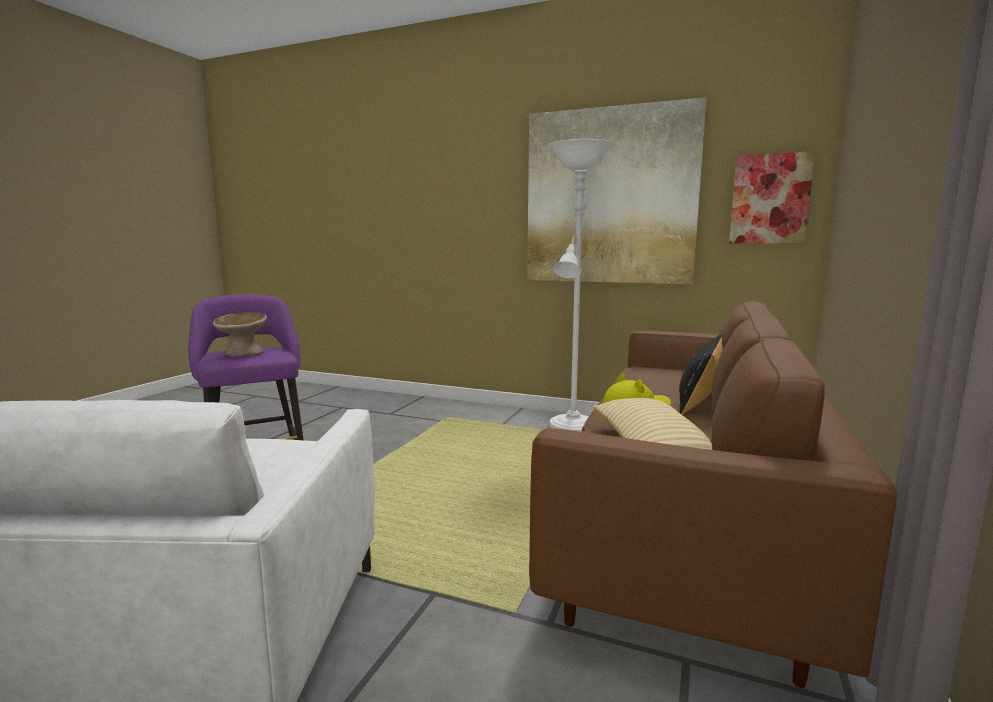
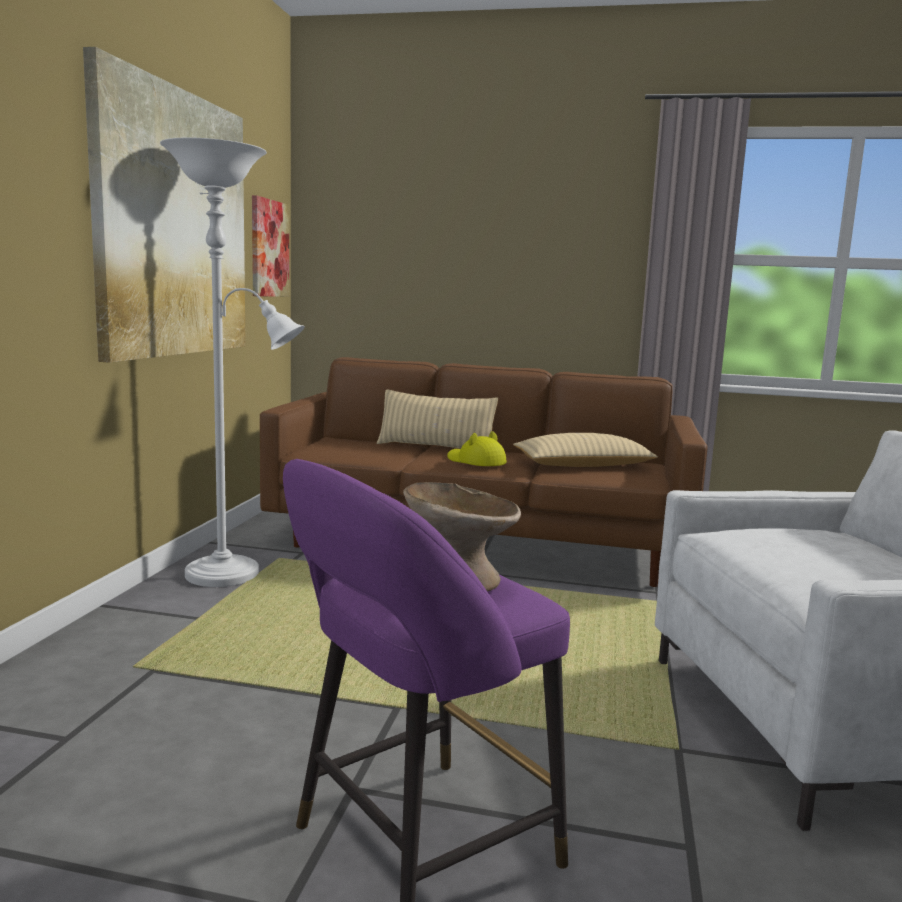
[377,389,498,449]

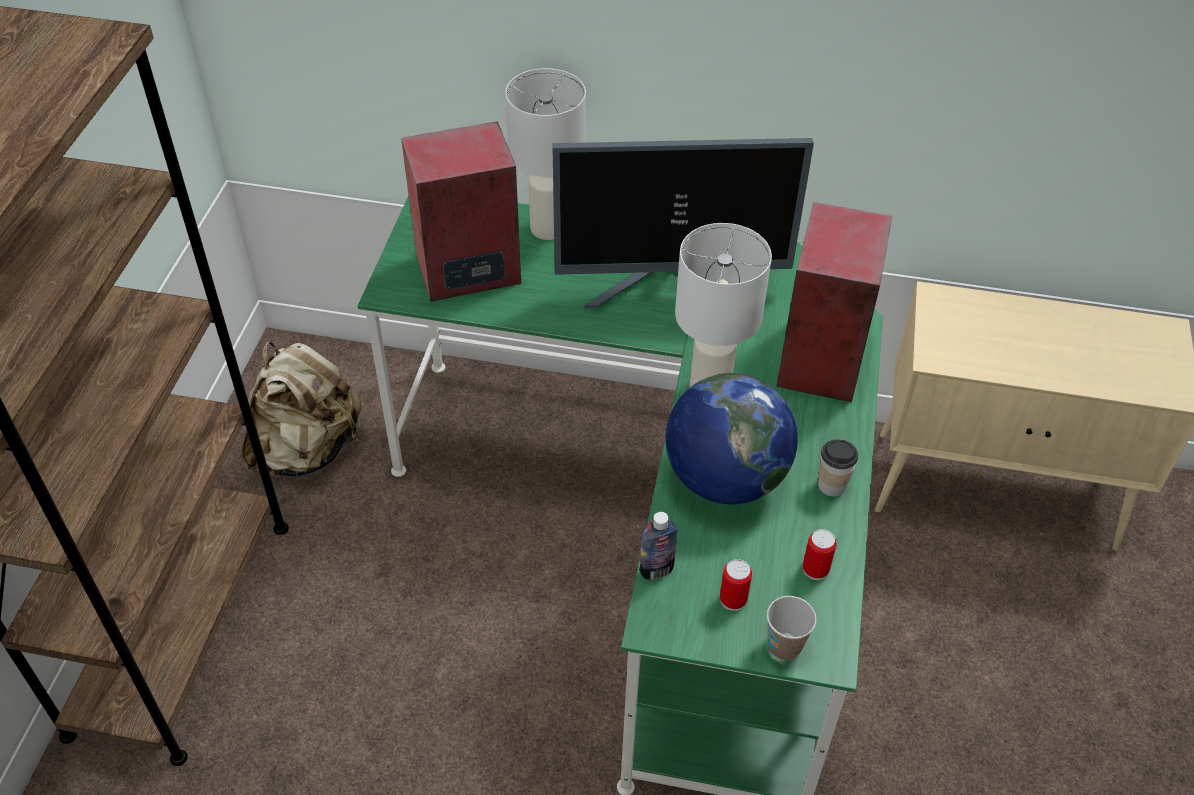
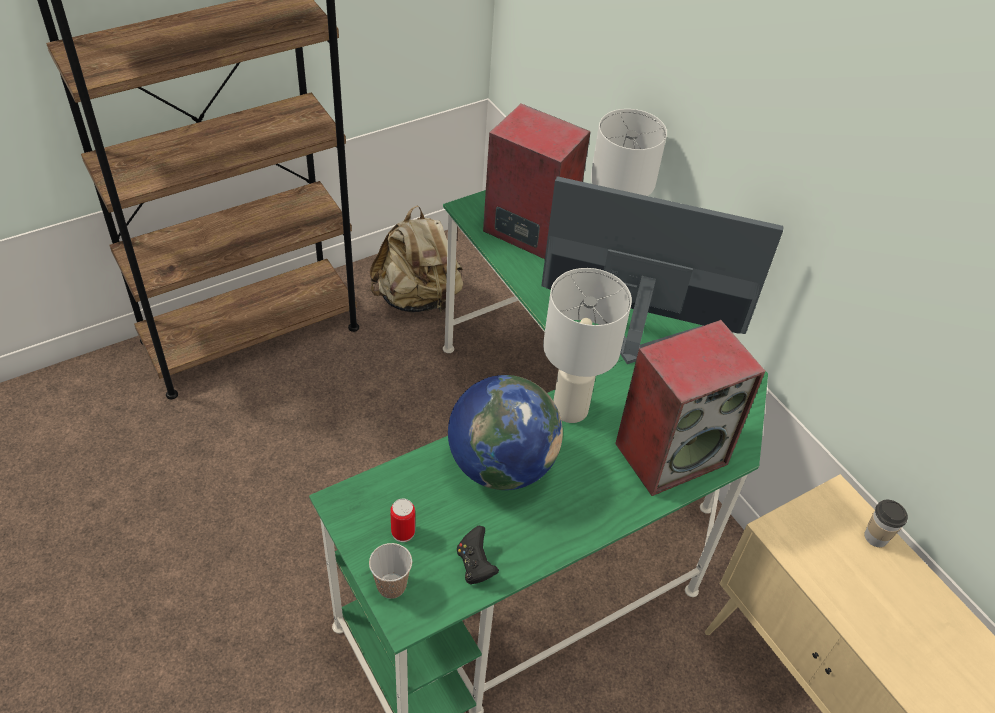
[457,526,499,584]
[541,177,784,364]
[864,500,908,547]
[639,512,678,580] (first image)

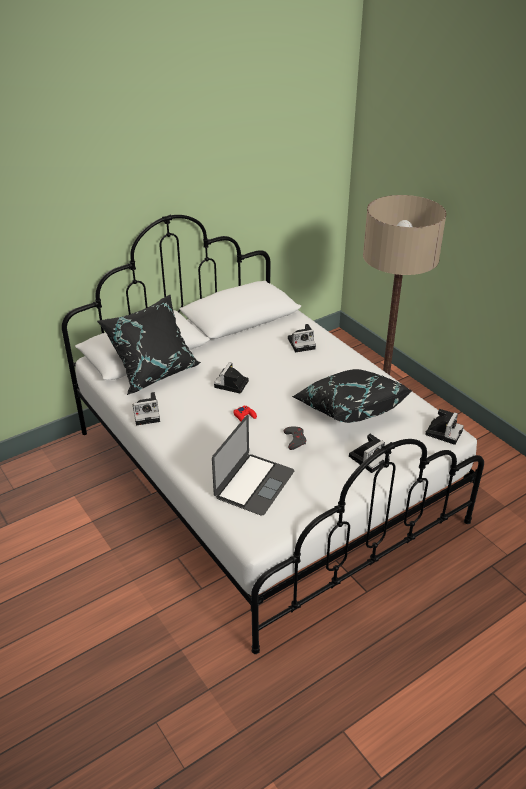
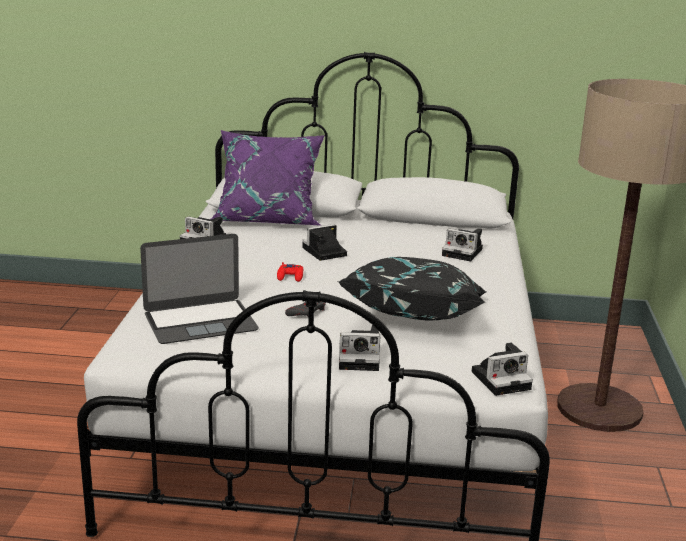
[211,130,325,226]

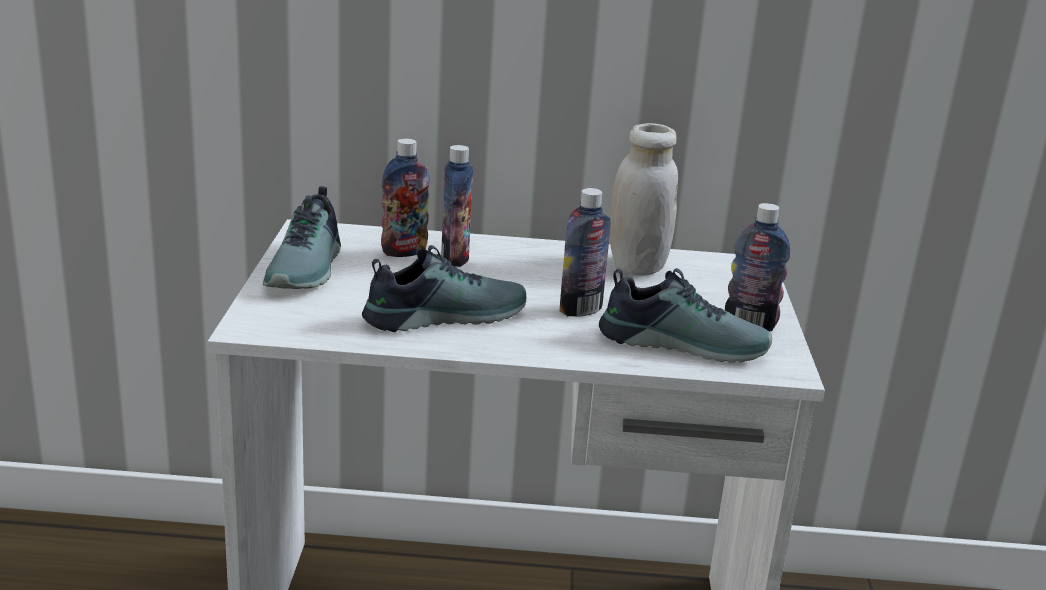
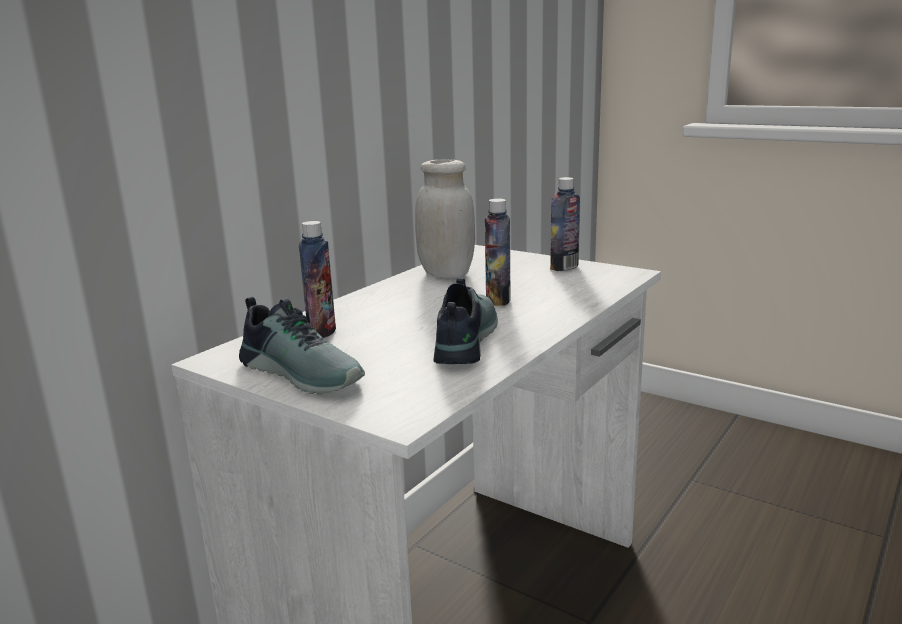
[441,145,473,267] (first image)
[599,268,772,363] (first image)

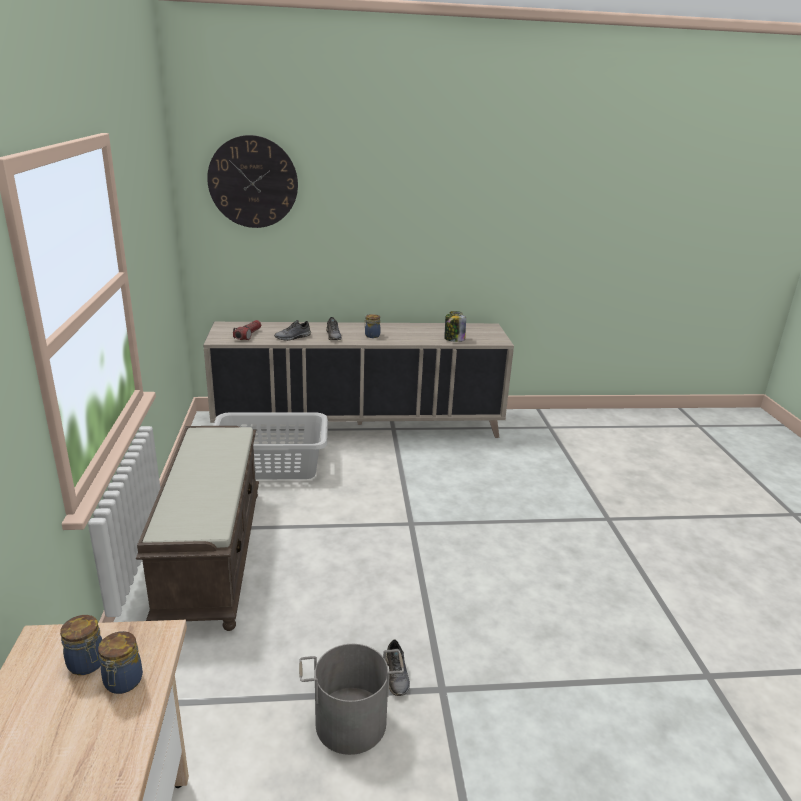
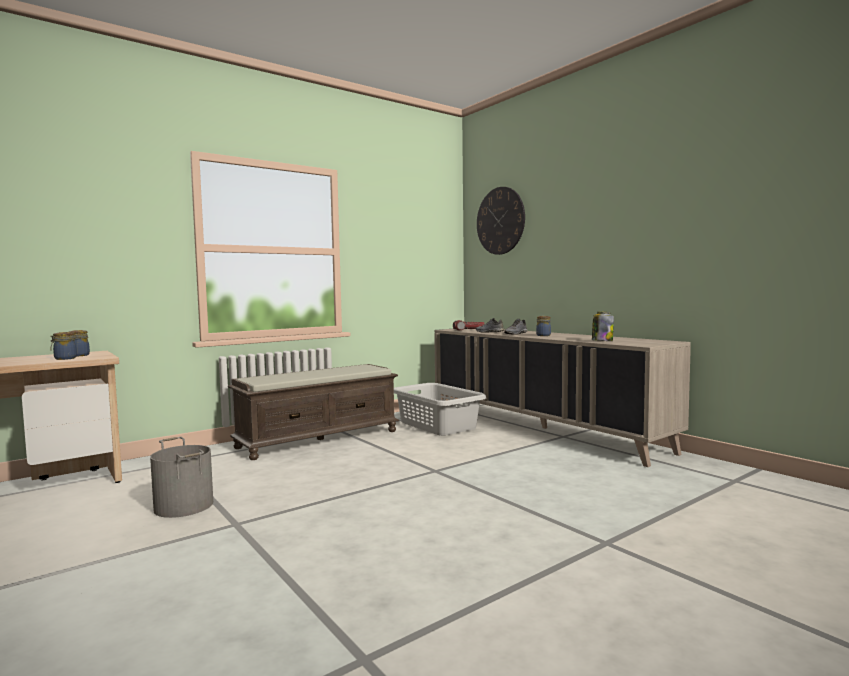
[386,640,410,696] (first image)

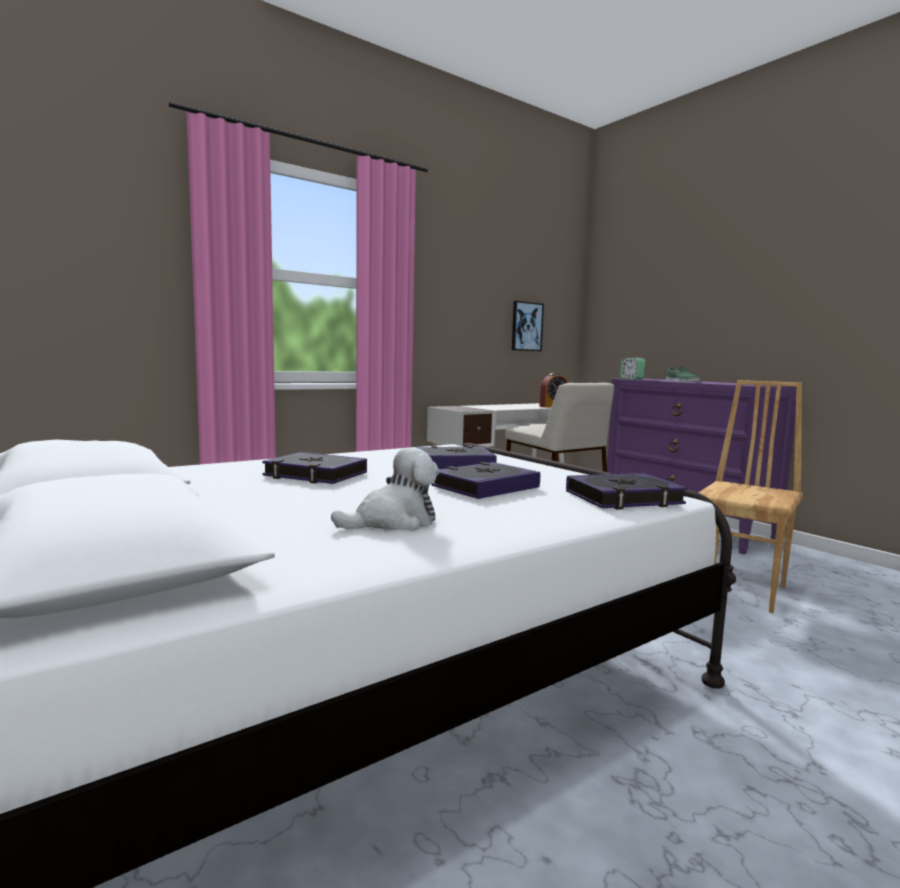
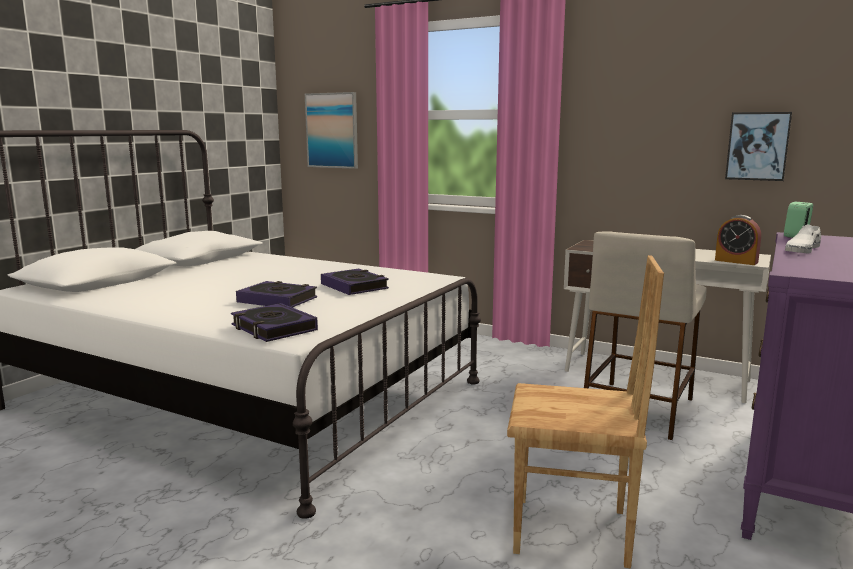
[305,92,358,169]
[785,225,821,253]
[262,452,367,484] (first image)
[331,447,439,531] (first image)

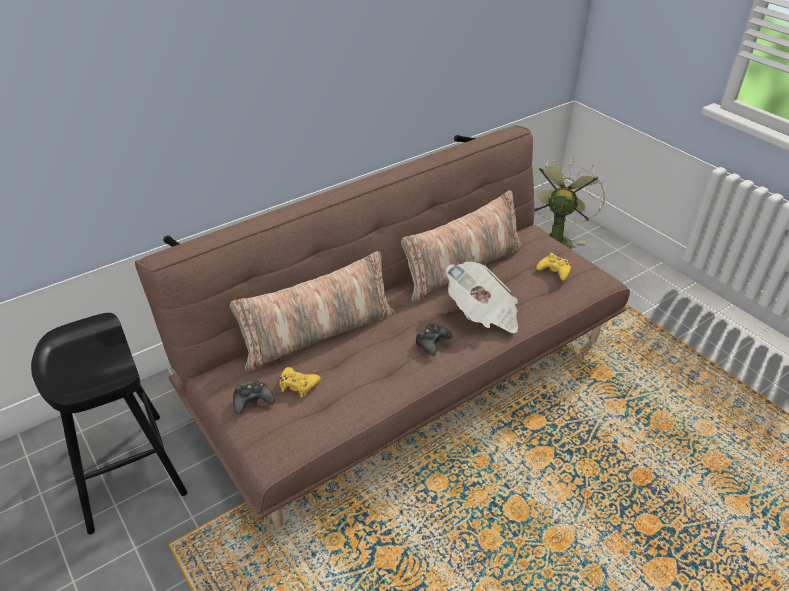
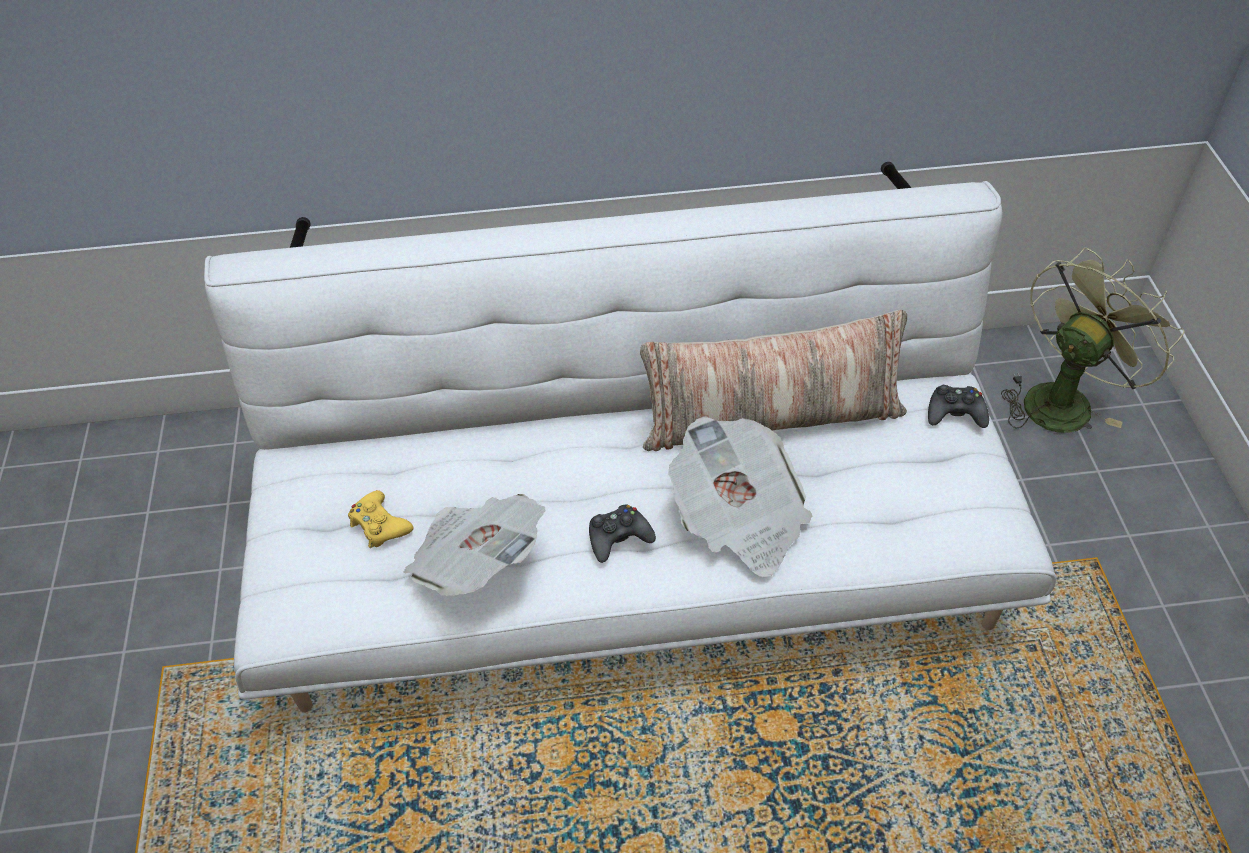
[204,162,1057,713]
[403,494,546,596]
[928,385,989,428]
[31,313,187,535] (first image)
[230,251,395,371] (first image)
[536,253,571,281] (first image)

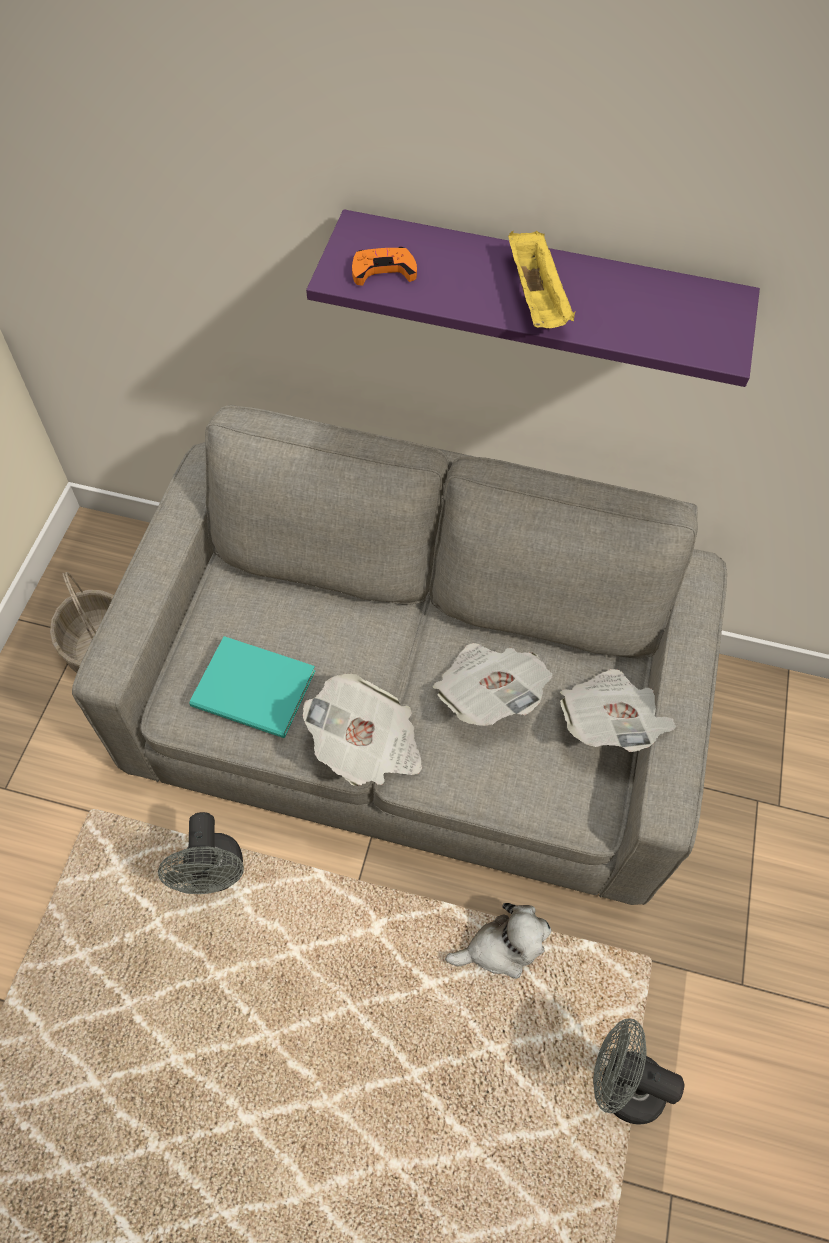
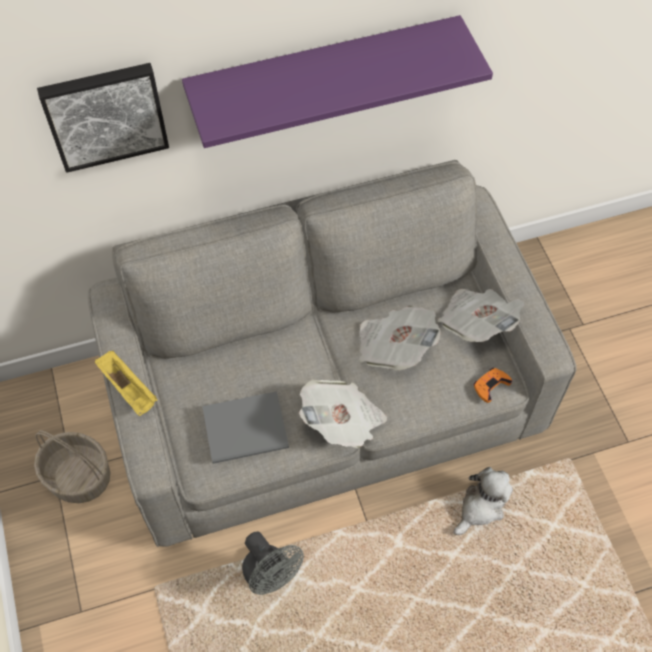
[37,63,169,173]
[95,351,157,416]
[202,391,289,464]
[474,368,512,403]
[593,1018,685,1125] (first image)

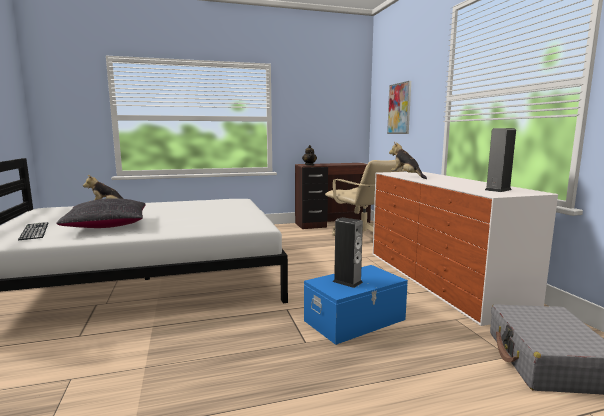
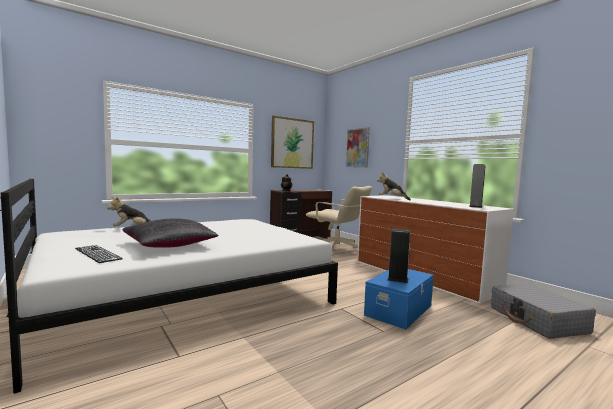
[271,116,314,169]

